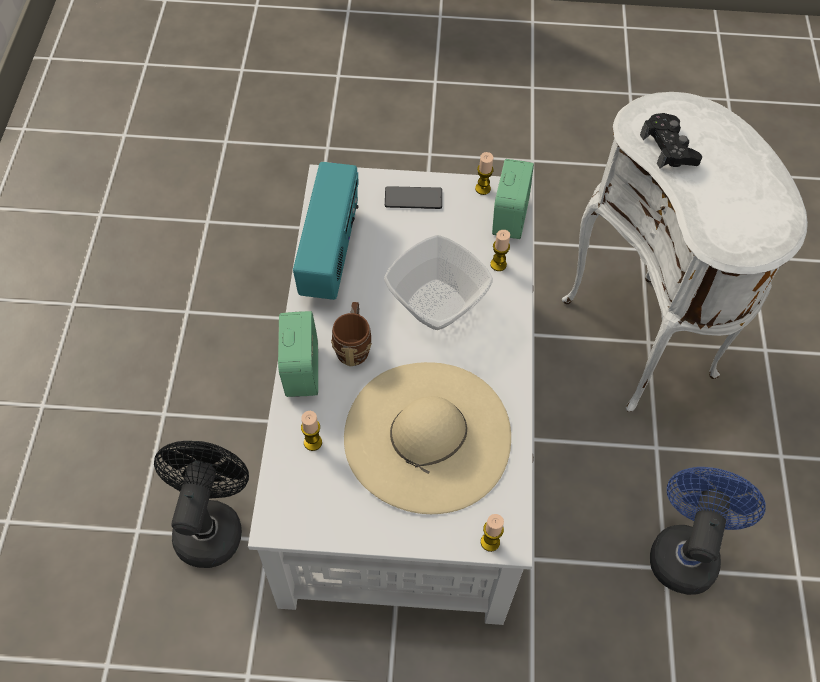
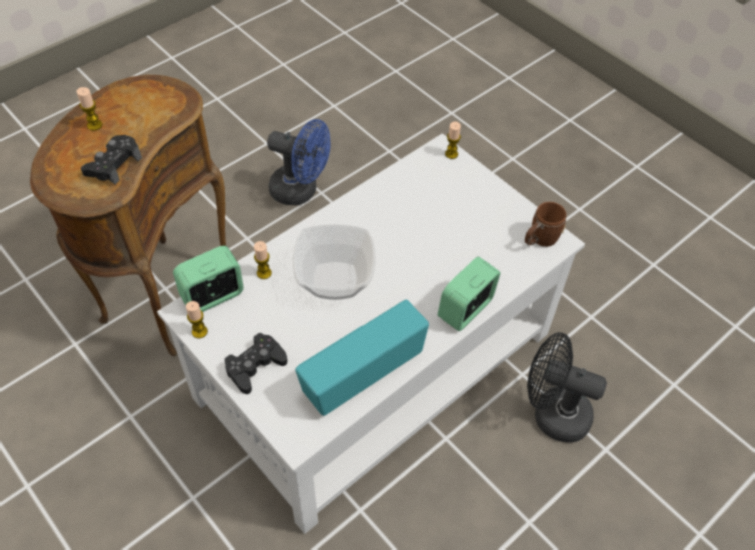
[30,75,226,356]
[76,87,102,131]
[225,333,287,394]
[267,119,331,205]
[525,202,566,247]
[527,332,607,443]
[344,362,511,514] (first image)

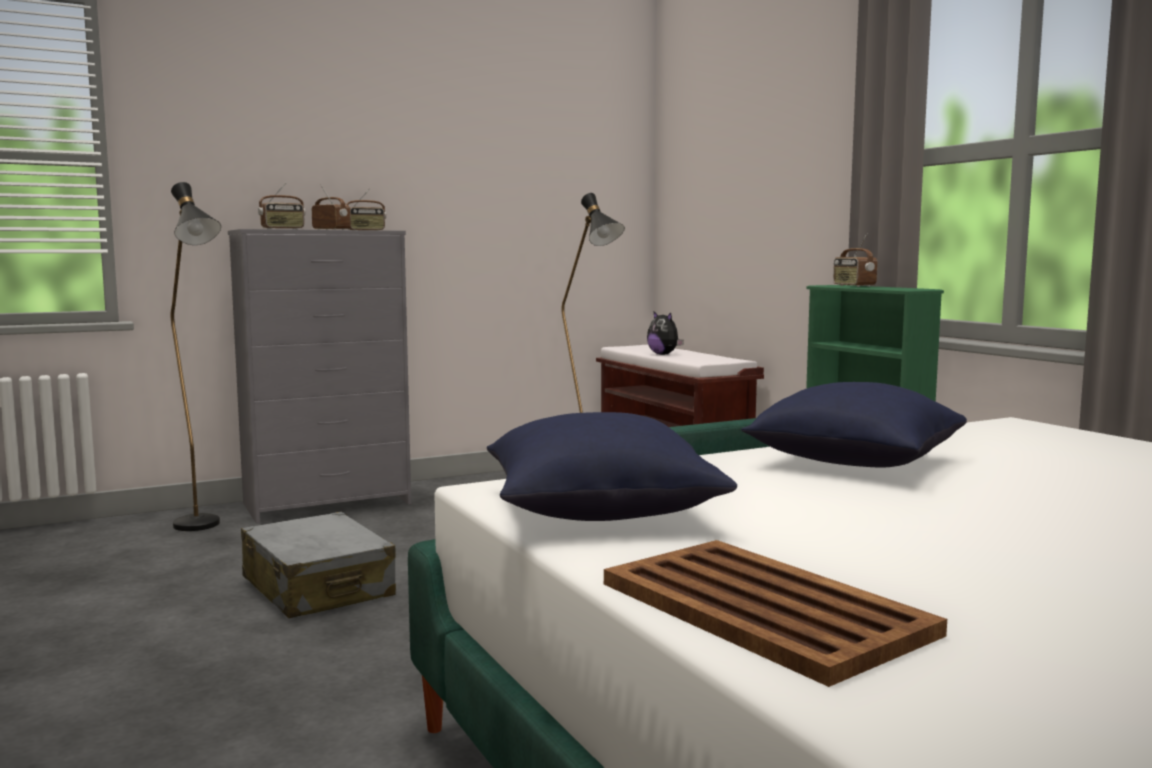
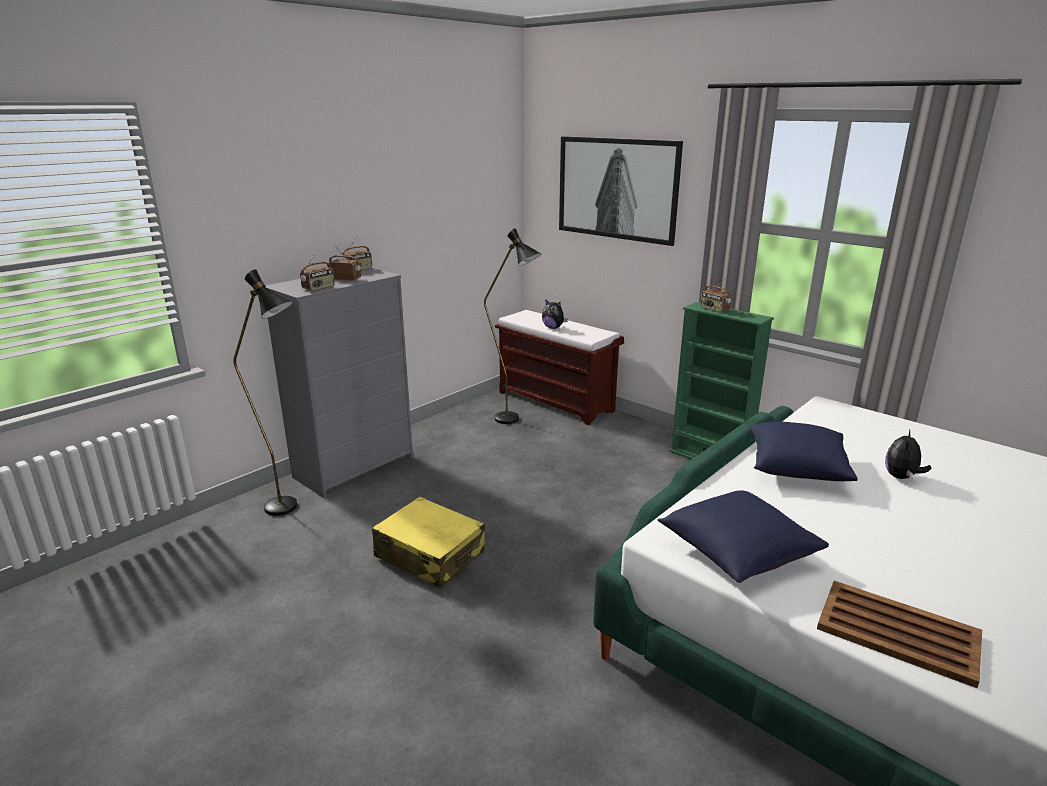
[372,496,485,588]
[559,136,683,246]
[885,429,931,479]

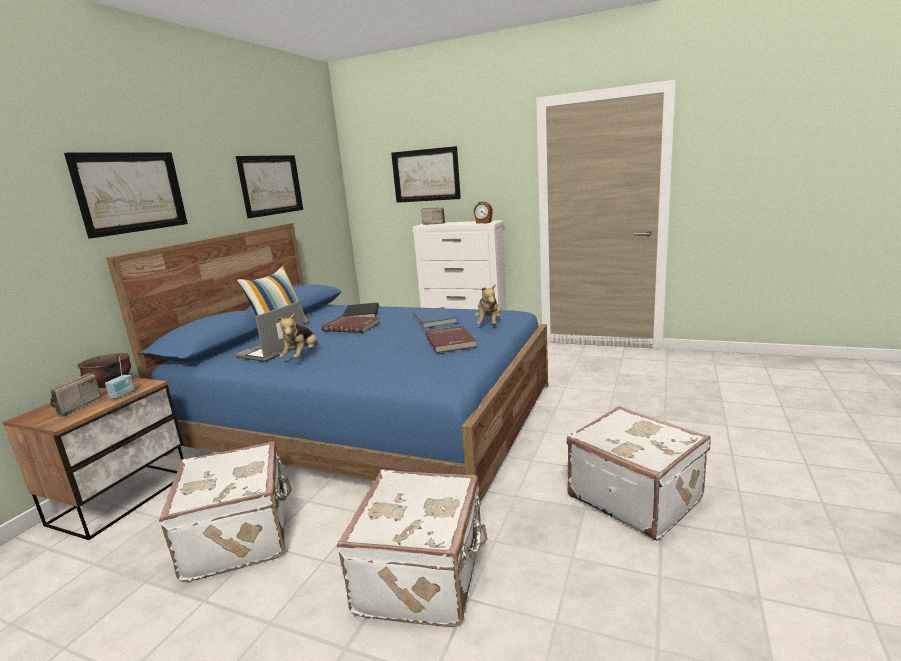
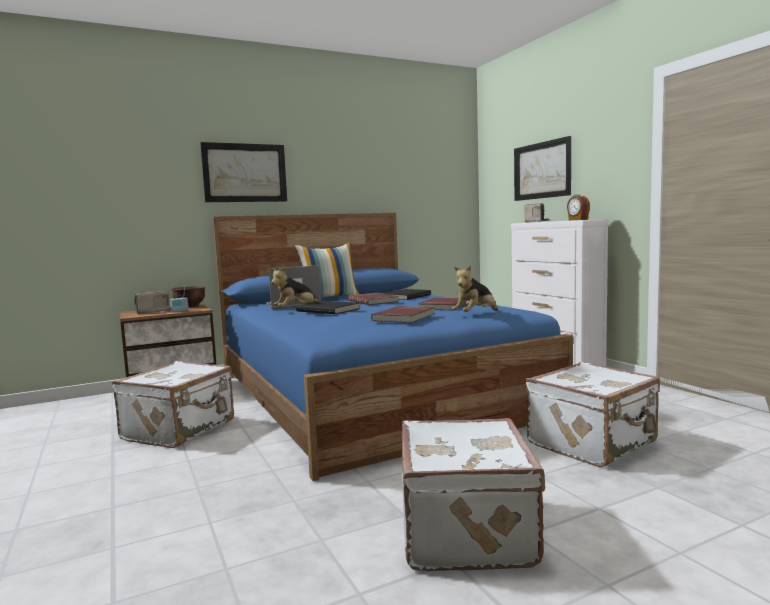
[296,301,360,314]
[418,297,469,310]
[526,362,660,467]
[236,155,303,218] (first image)

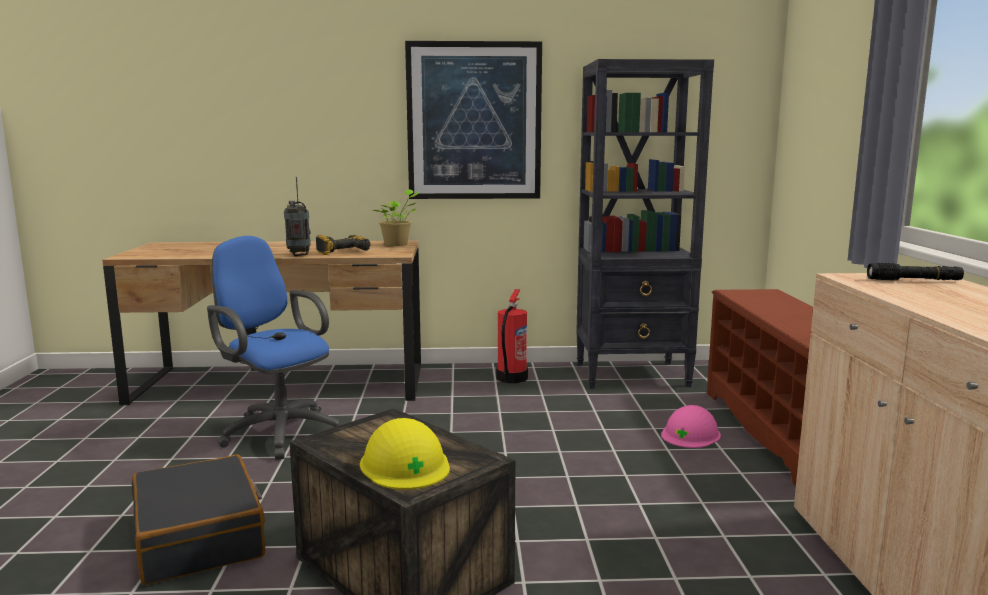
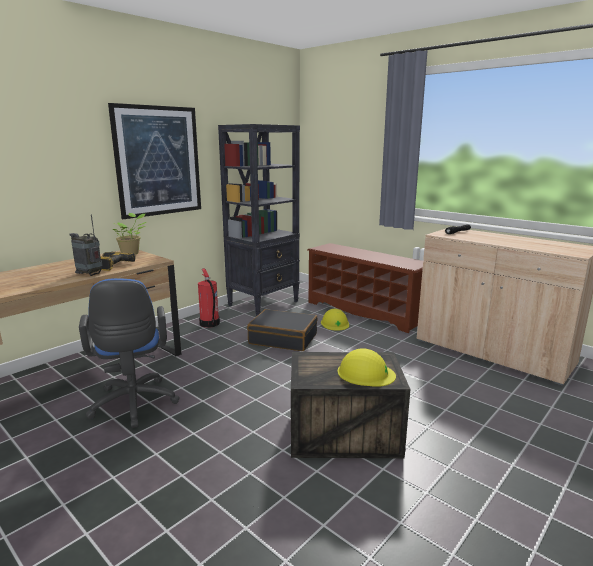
[79,278,180,428]
[247,309,318,351]
[321,309,349,331]

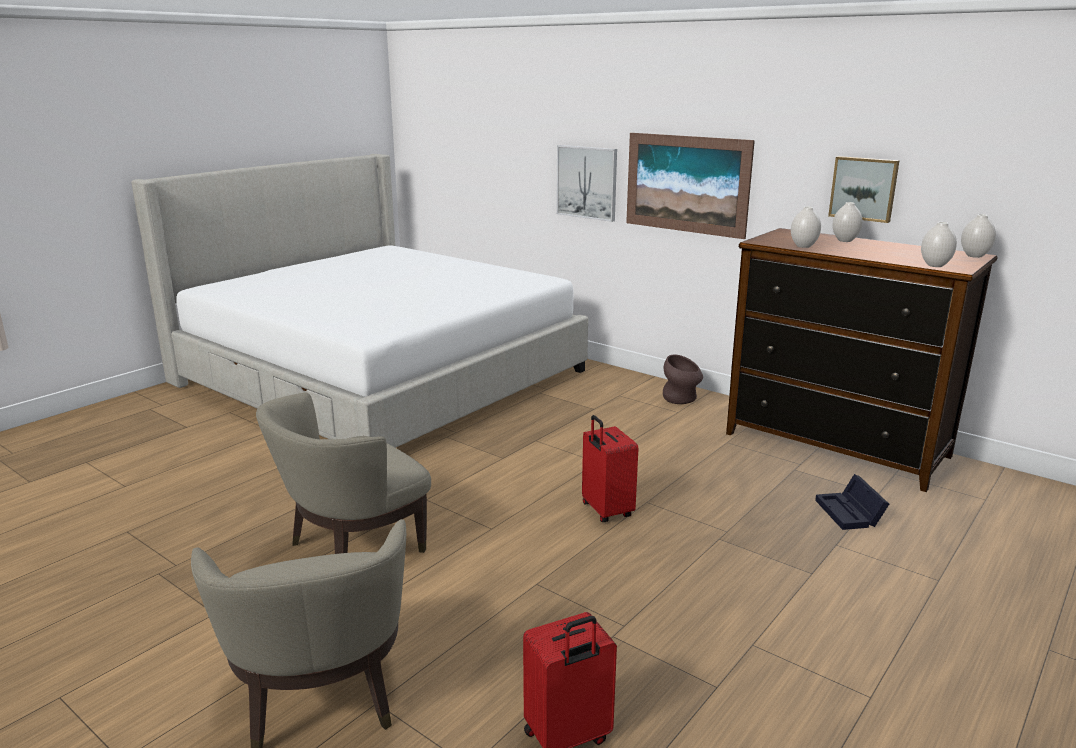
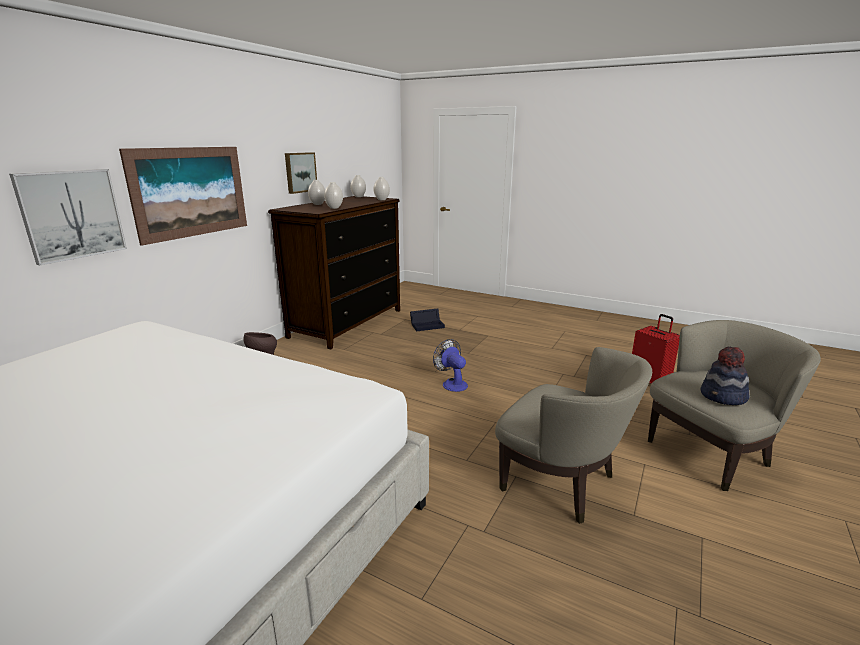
[433,339,468,392]
[701,347,749,405]

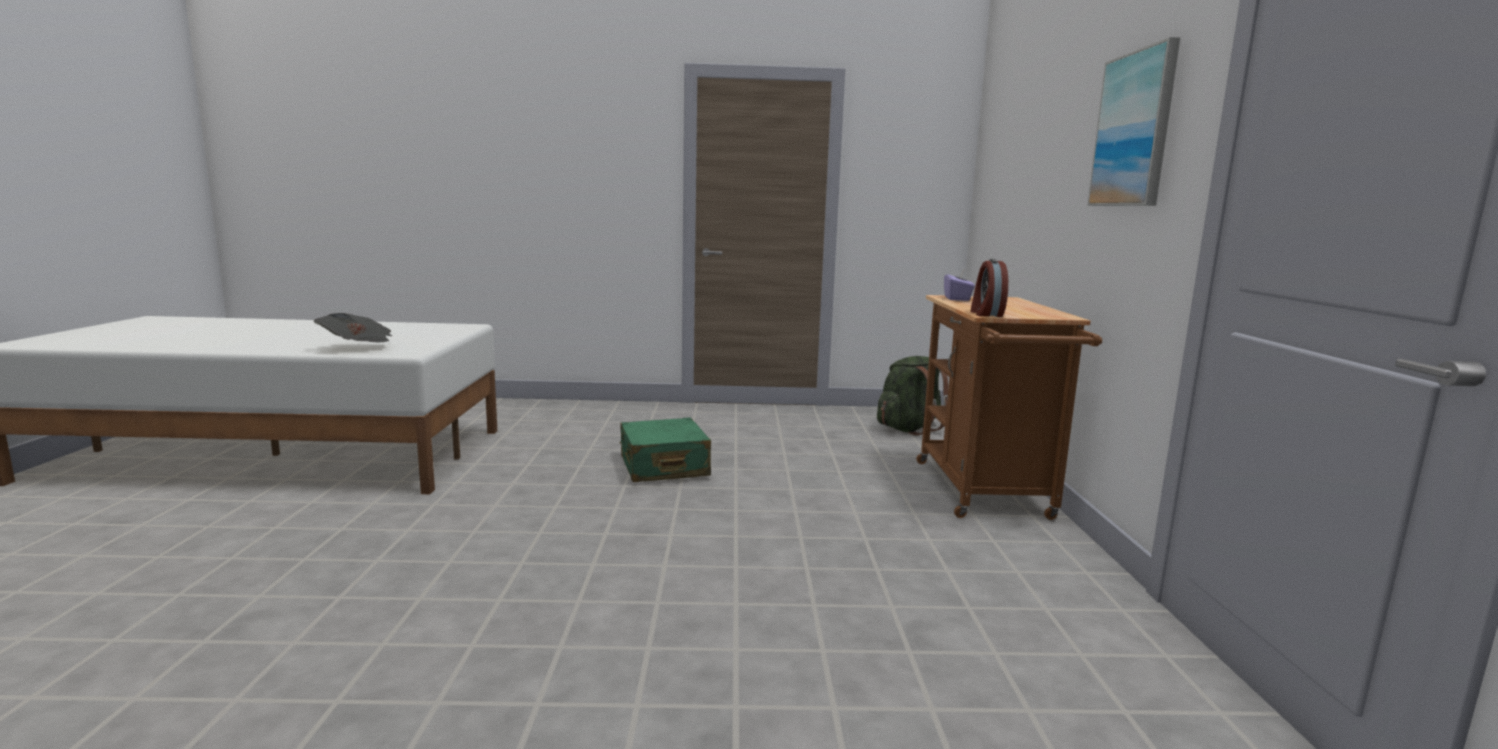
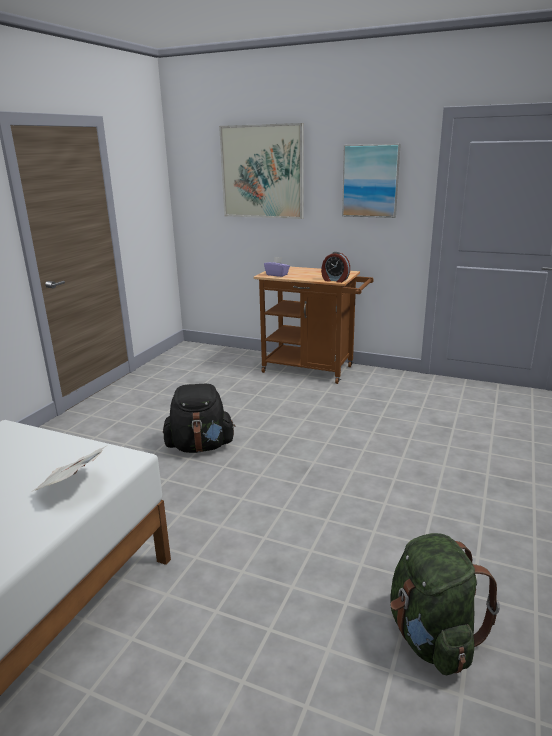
[163,384,236,453]
[219,123,304,219]
[390,533,500,675]

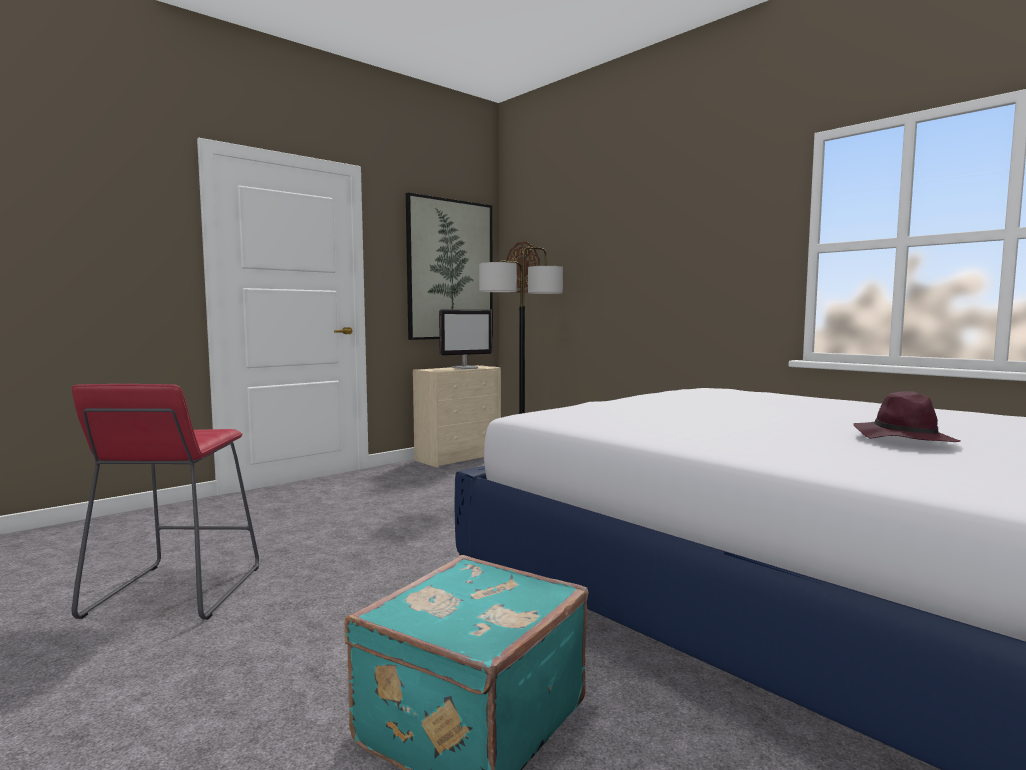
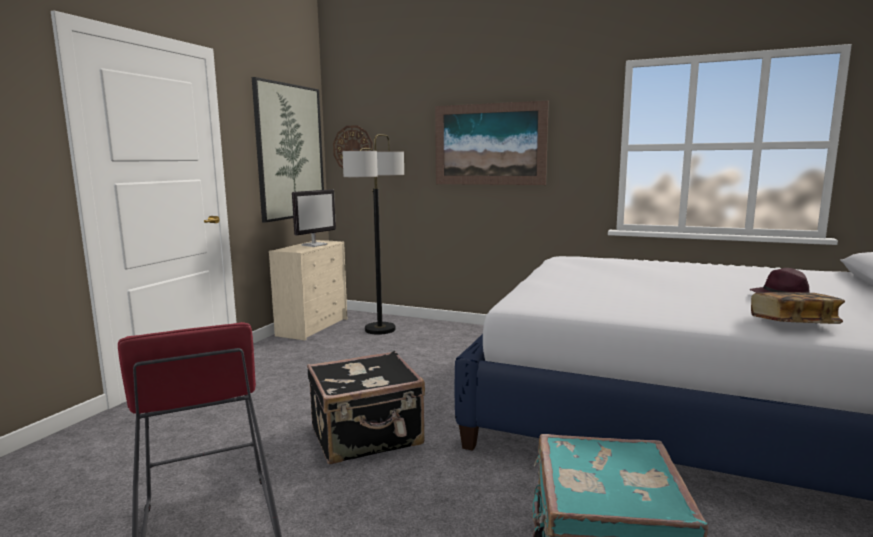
[307,351,425,464]
[435,101,549,185]
[751,292,845,324]

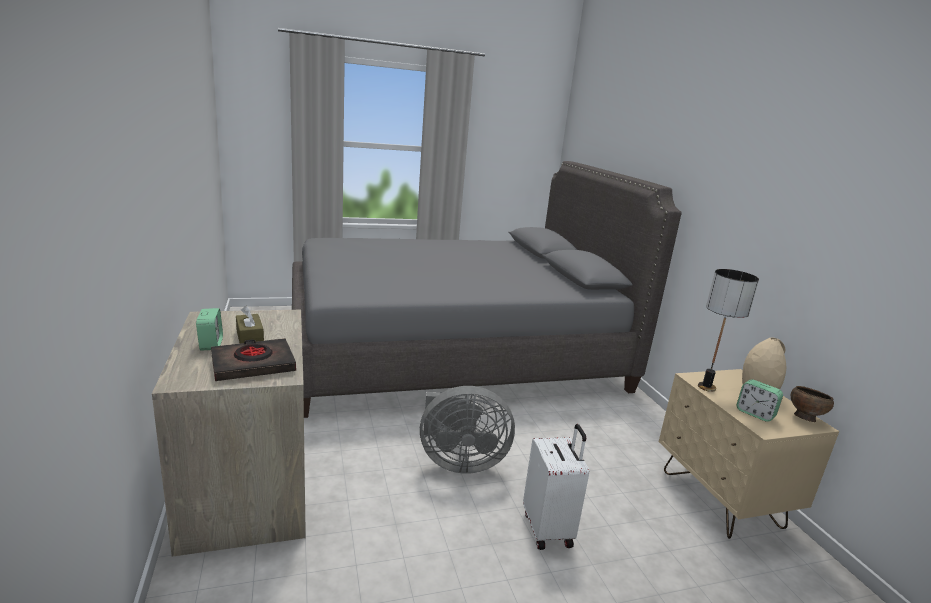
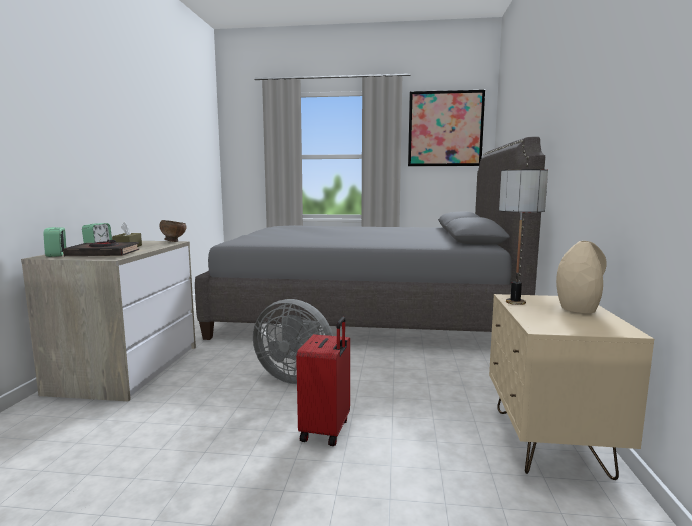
[43,227,66,257]
[160,220,187,242]
[296,317,350,446]
[408,90,485,166]

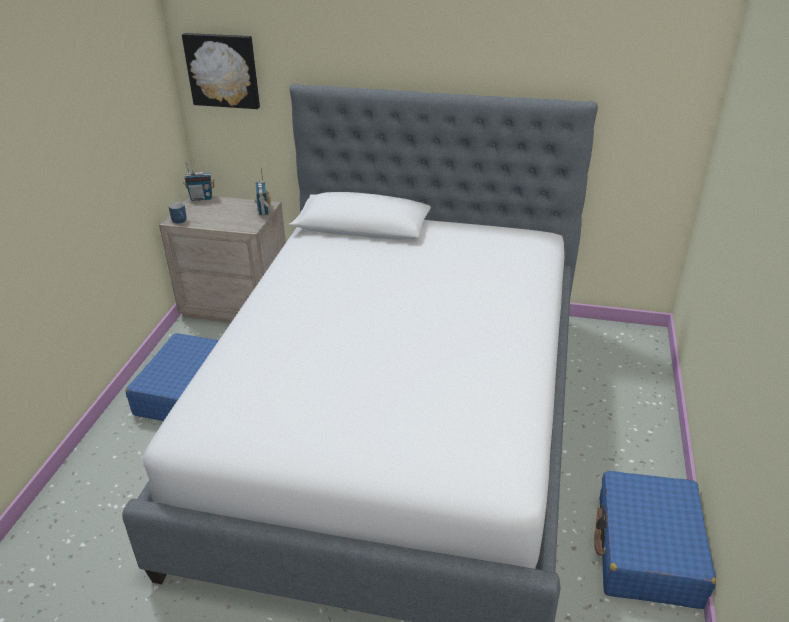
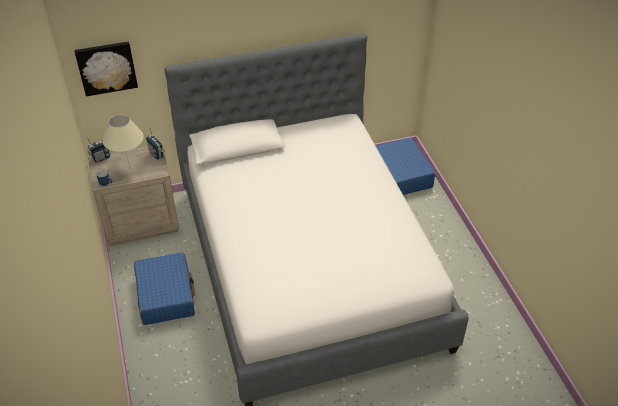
[103,115,144,168]
[376,138,435,195]

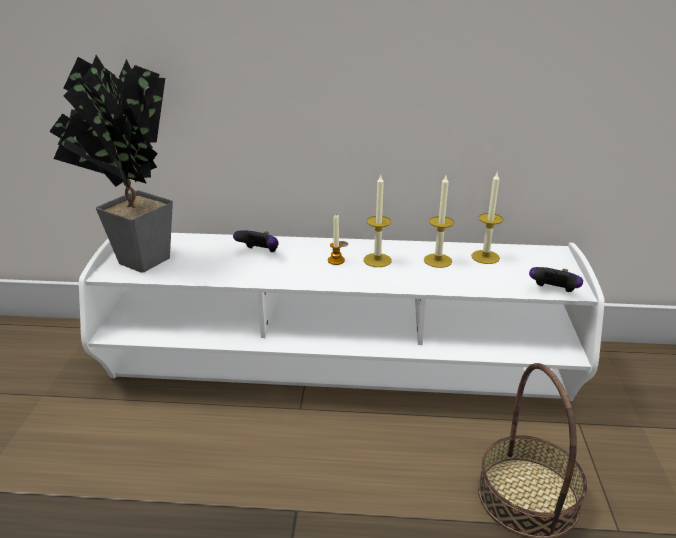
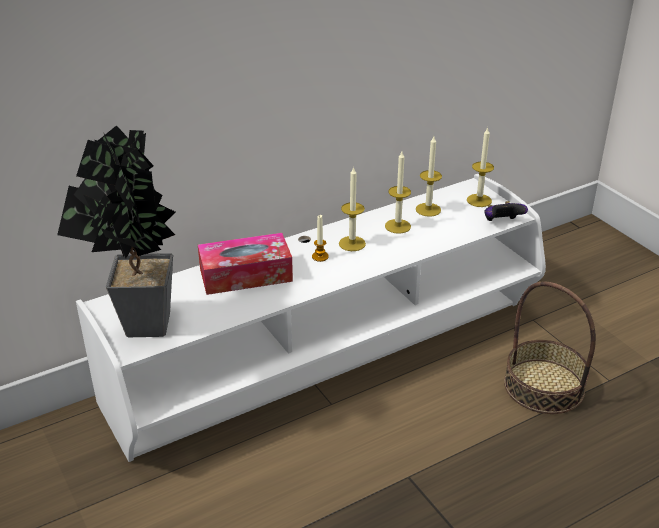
[198,233,293,295]
[467,127,494,207]

